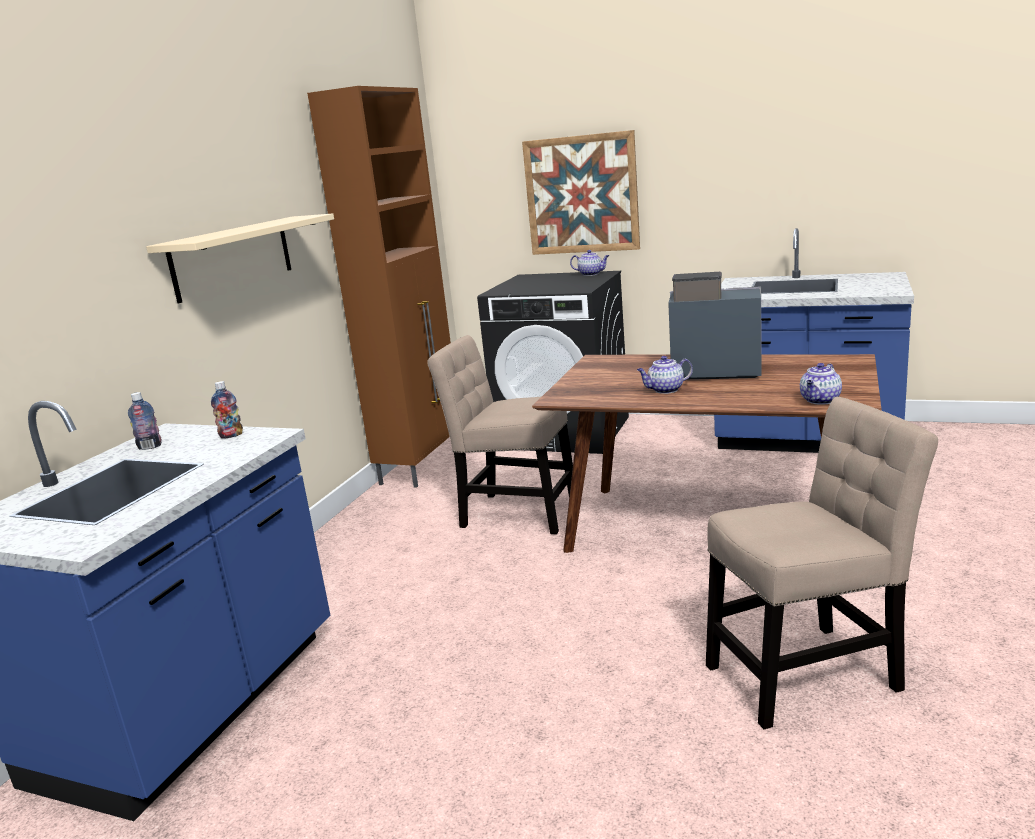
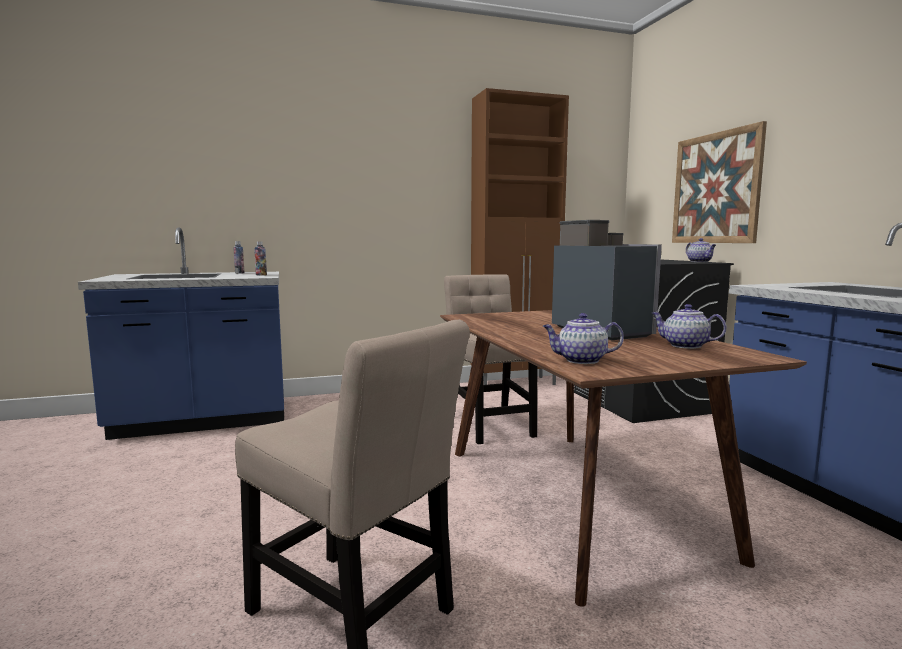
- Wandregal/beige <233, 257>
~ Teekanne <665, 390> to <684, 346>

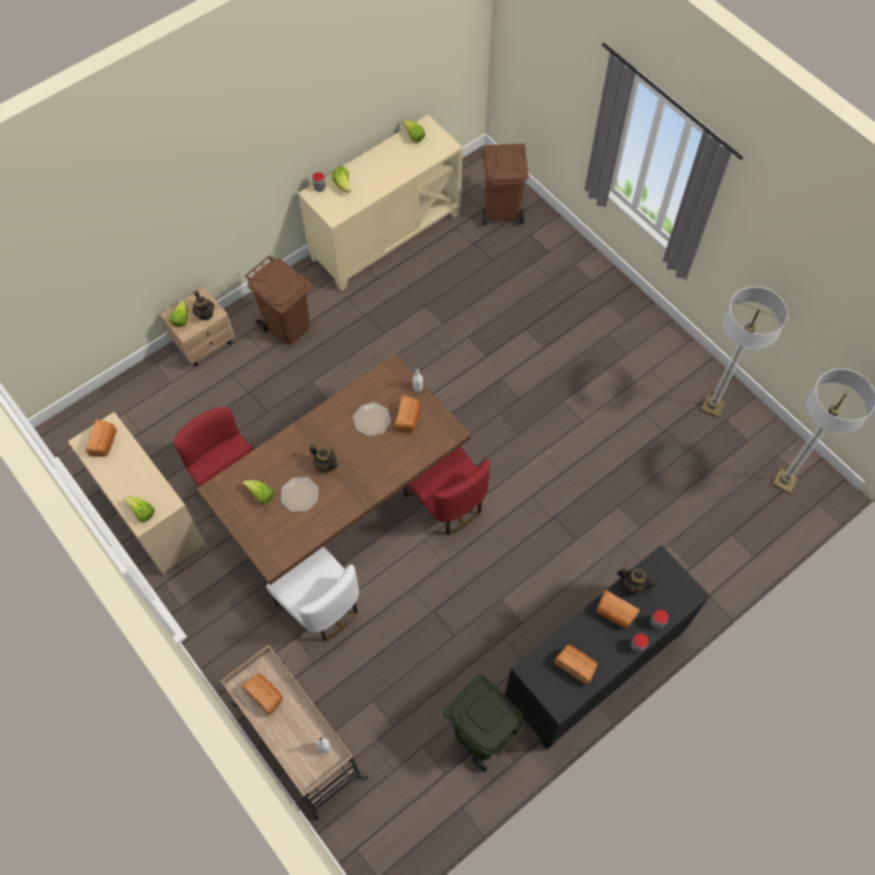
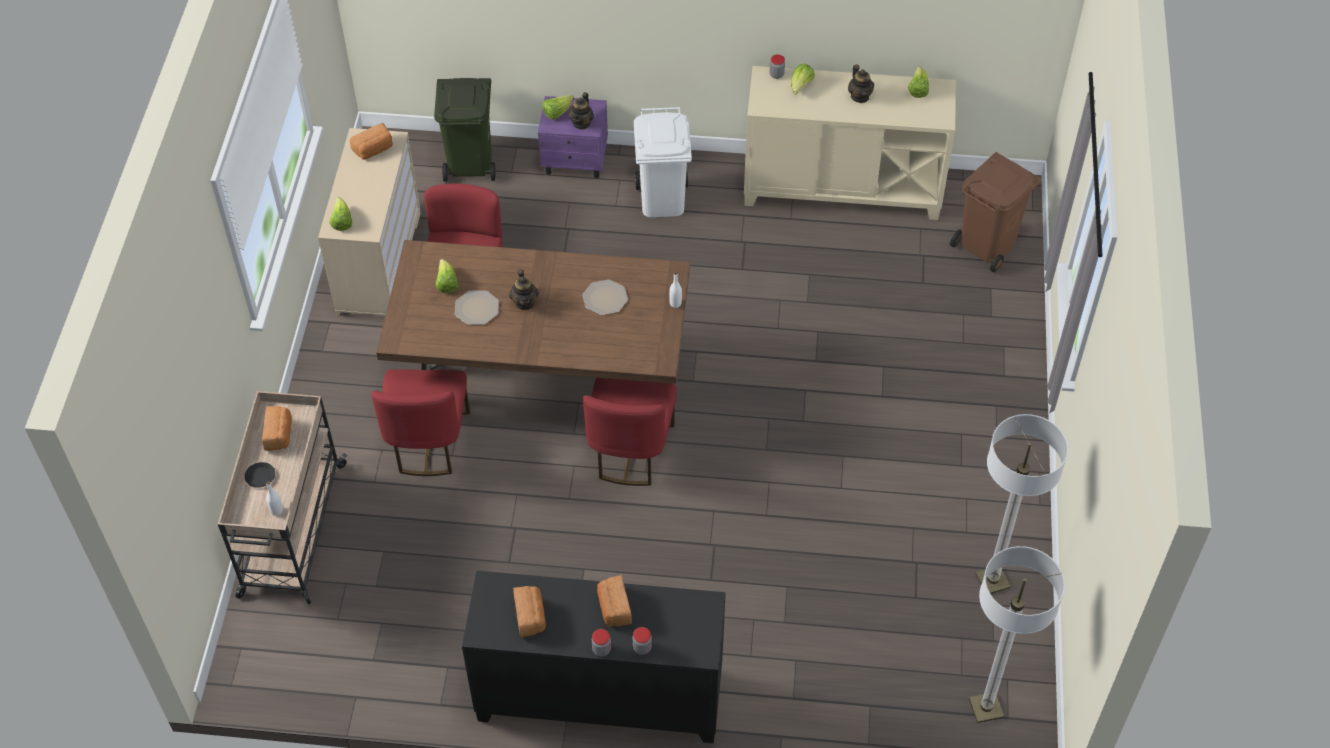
~ Nachttisch/beige <205, 343> to Nachttisch/lila <576, 161>
~ Mülleimer/braun <287, 326> to Mülleimer/weiß <661, 200>
~ Stuhl/weiß <320, 605> to Stuhl/rot <428, 442>
- Brot <408, 418>
~ Mülleimer/grün <482, 734> to <471, 164>
~ Teekanne <633, 584> to <860, 96>
+ Teller/schwarz <260, 477>

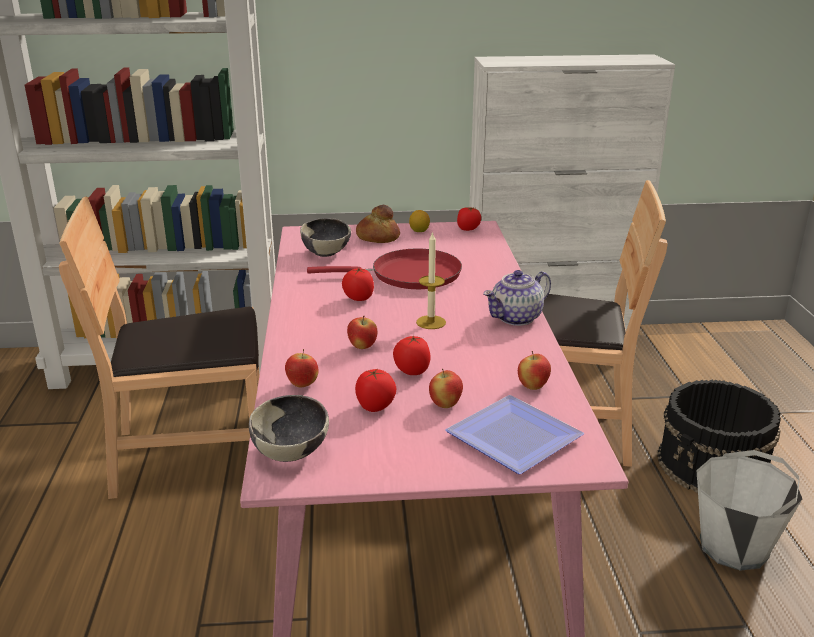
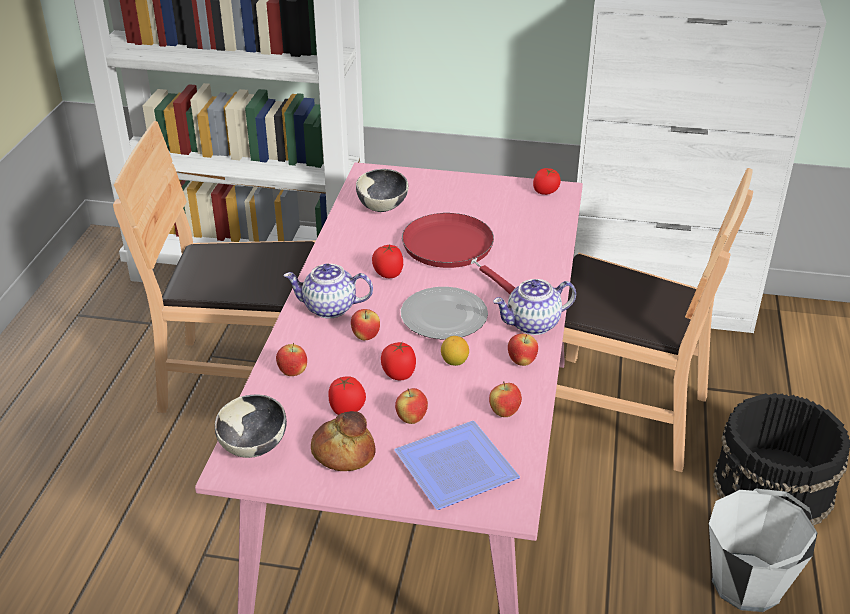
~ Pfanne/rot <409, 275> = <452, 250> 135 degrees counterclockwise
~ Brot <377, 237> to <343, 452>
~ Zitrone <419, 231> to <454, 362>
~ Kerze <431, 322> to Teller <445, 316>
+ Teekanne <329, 308>
+ Apfel <521, 362>

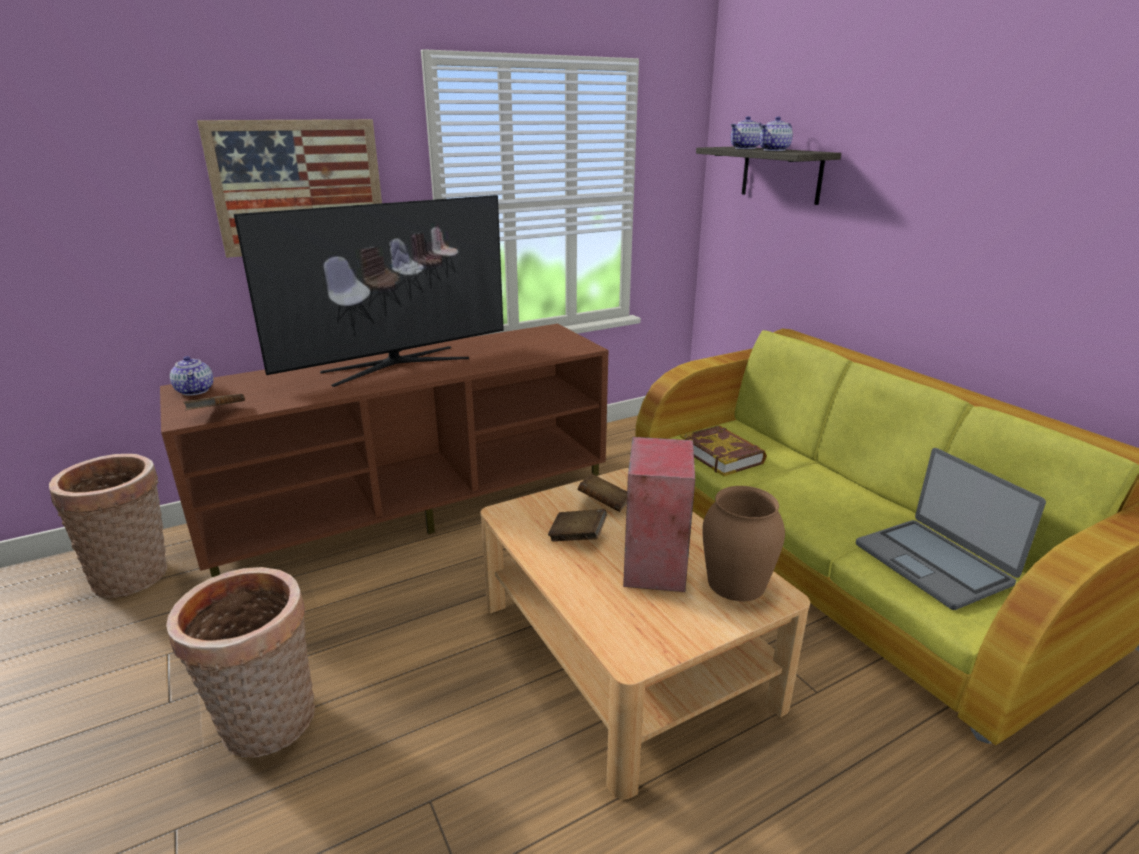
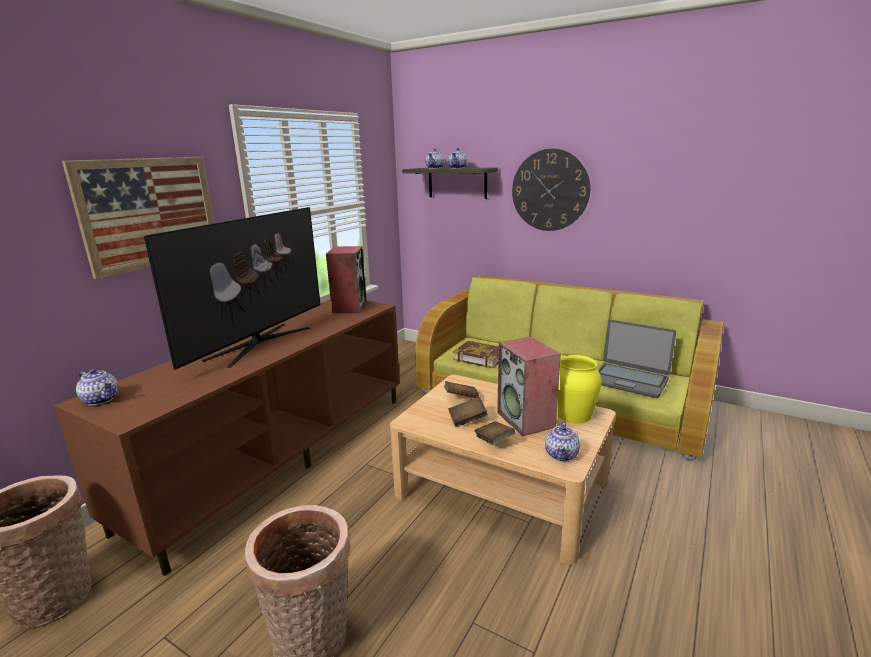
~ Buch/braun <217, 413> to <494, 441>
~ Vase/braun <735, 583> to Vase/gelb <573, 414>
+ Lautsprecher <349, 307>
+ Wanduhr <550, 190>
+ Teekanne <561, 454>

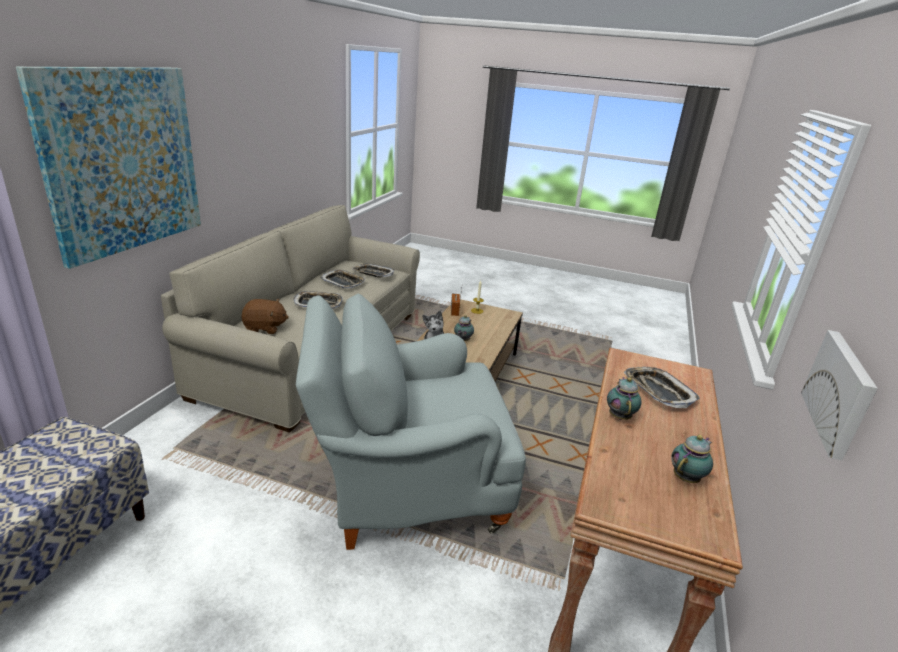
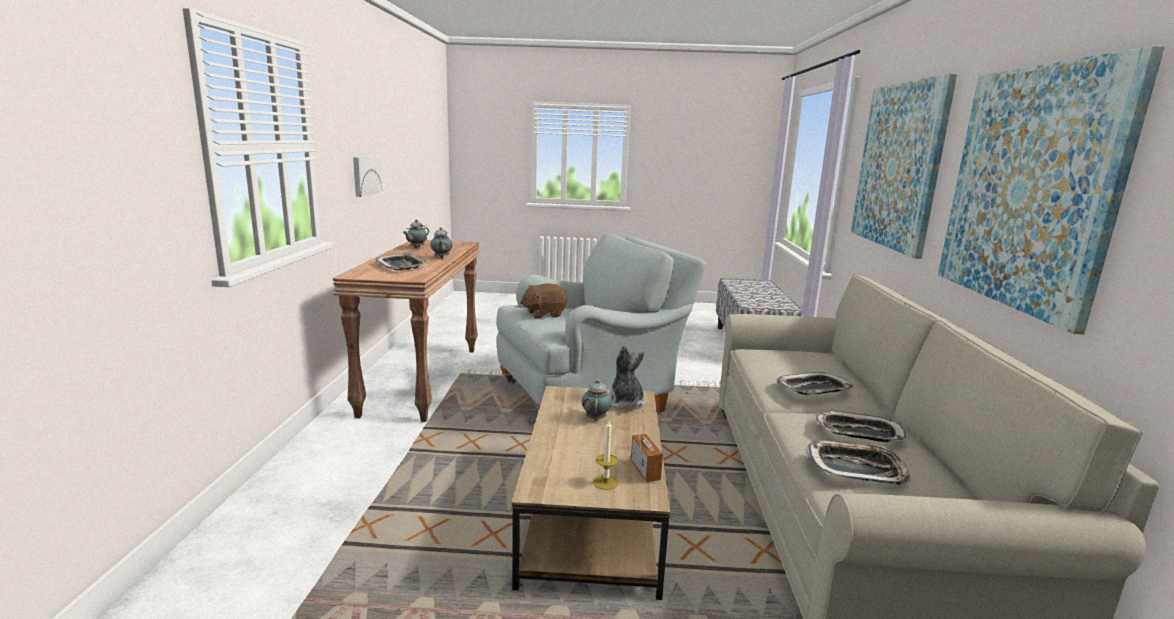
~ Plüschtier/braun <265, 328> to <544, 314>
+ Bild <1029, 188>

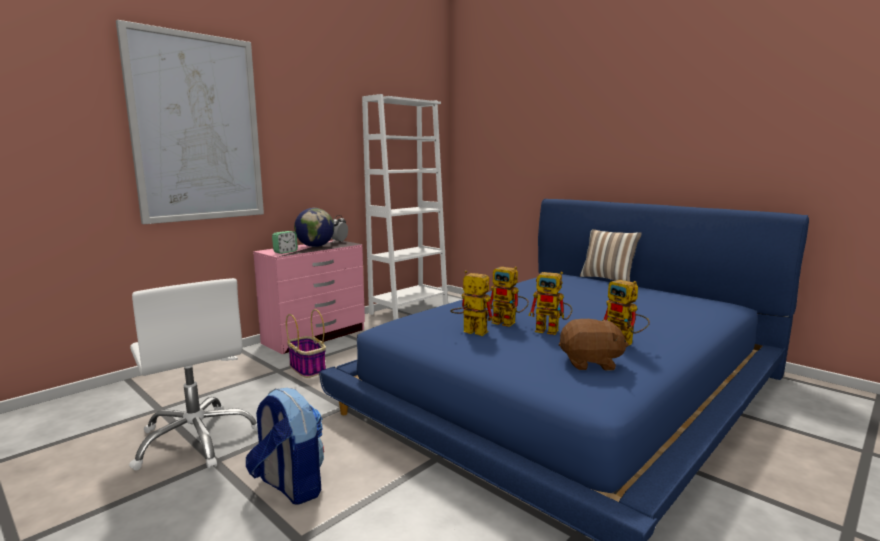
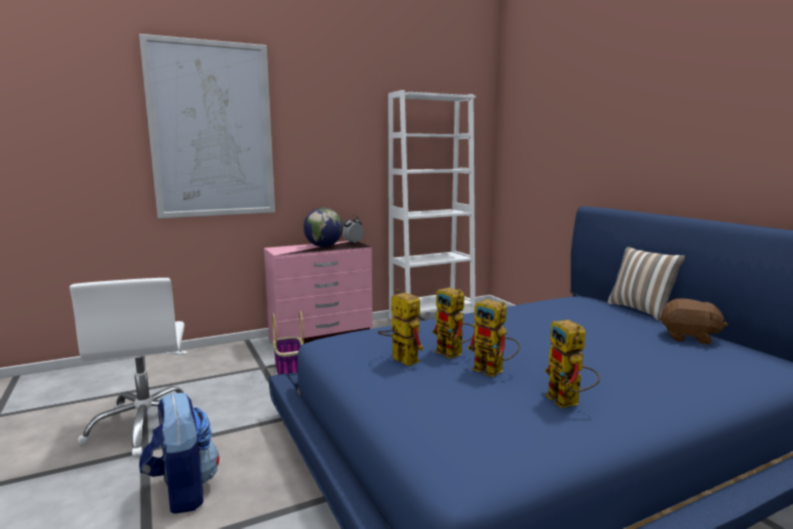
- Wecker <285, 252>
~ Plüschtier/braun <590, 363> to <689, 337>

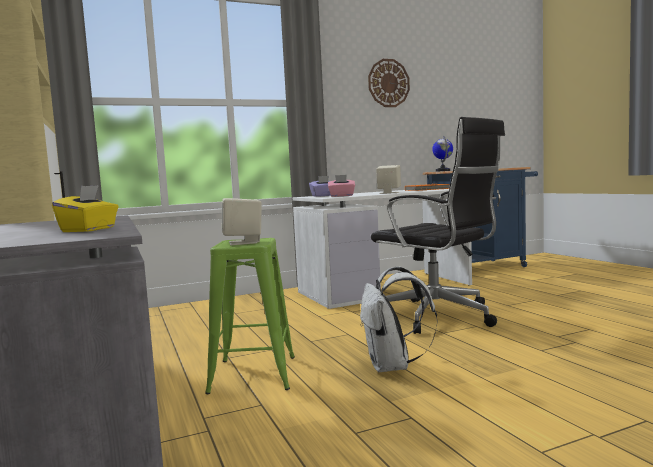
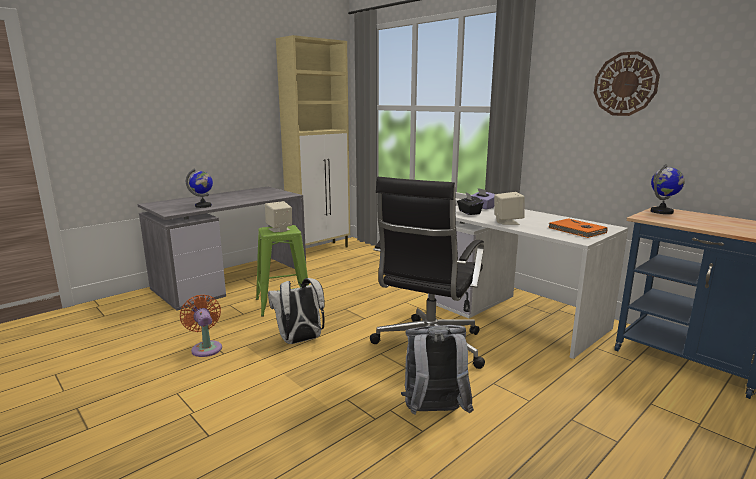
~ Taschentuchbox/gelb <89, 230> to Globus <203, 206>
~ Taschentuchbox/rosa <342, 196> to Taschentuchbox/schwarz <469, 212>
+ Ventilator/orange <206, 347>
+ Rucksack/grau <434, 413>

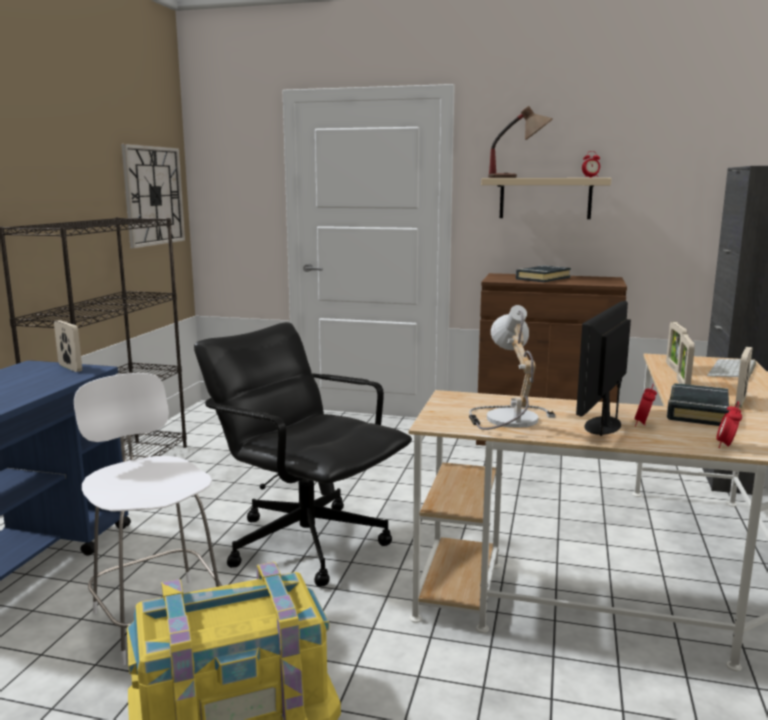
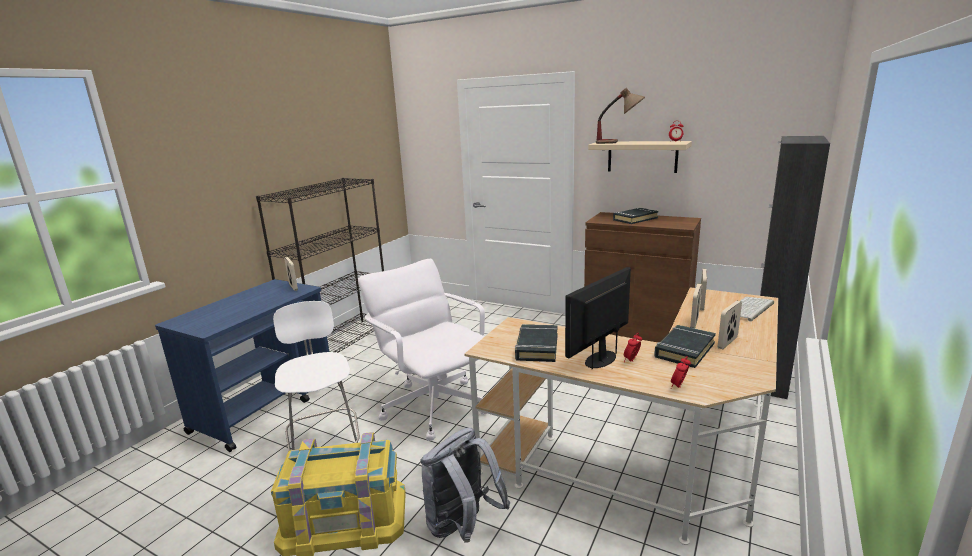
- Wanduhr <153, 196>
~ Bürostuhl/schwarz <306, 542> to Bürostuhl/weiß <434, 406>
~ Tischlampe <506, 418> to Buch/schwarz <537, 347>
+ Rucksack/grau <462, 526>

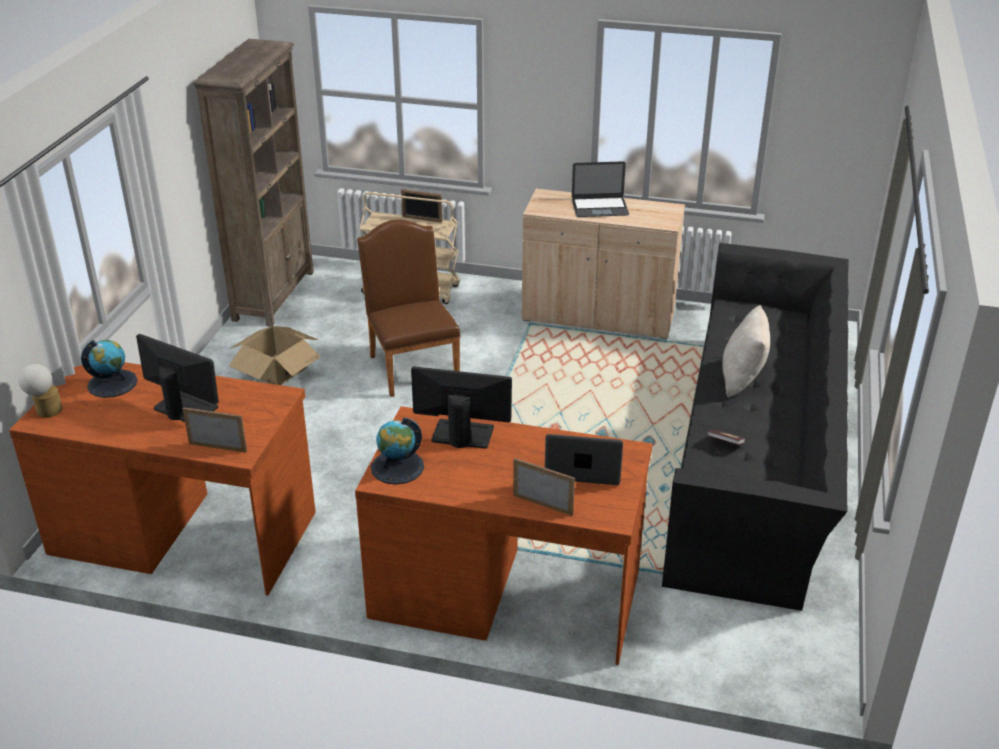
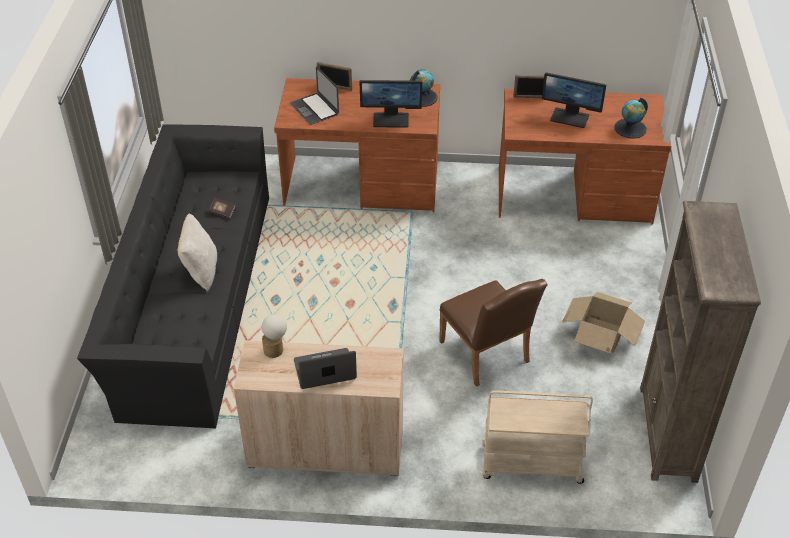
~ Tischlampe <45, 411> to <276, 349>
- Bilderrahmen <422, 219>
~ Laptop <583, 466> = <314, 109> 60 degrees clockwise

